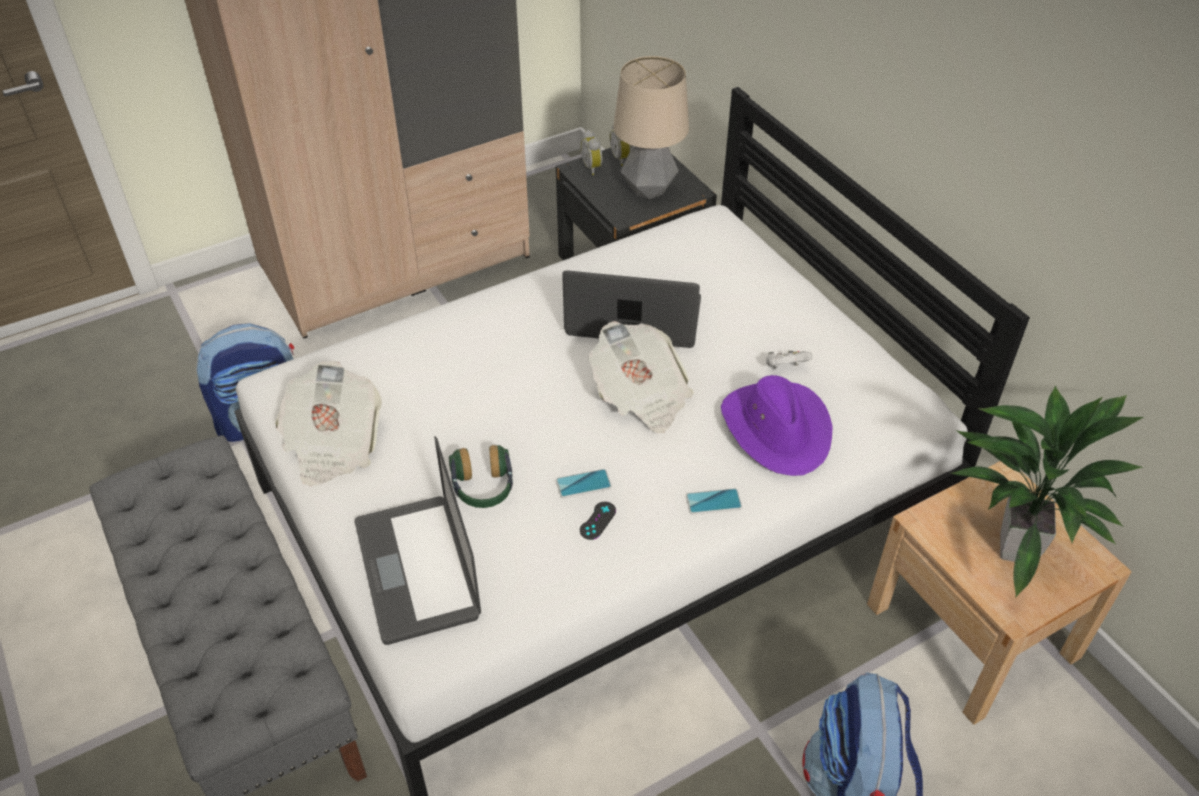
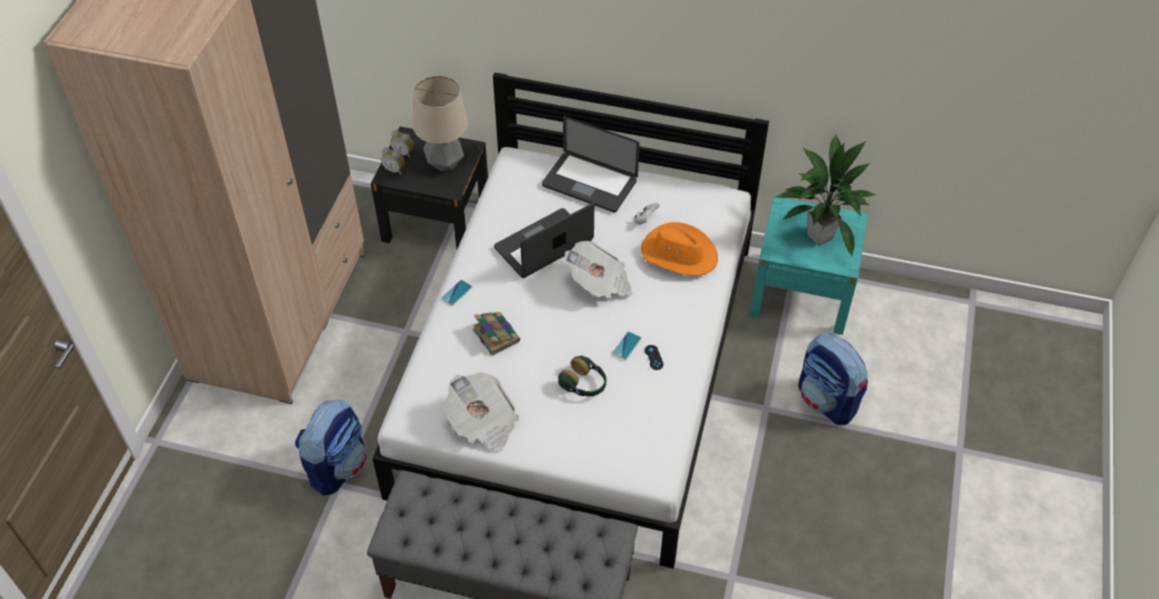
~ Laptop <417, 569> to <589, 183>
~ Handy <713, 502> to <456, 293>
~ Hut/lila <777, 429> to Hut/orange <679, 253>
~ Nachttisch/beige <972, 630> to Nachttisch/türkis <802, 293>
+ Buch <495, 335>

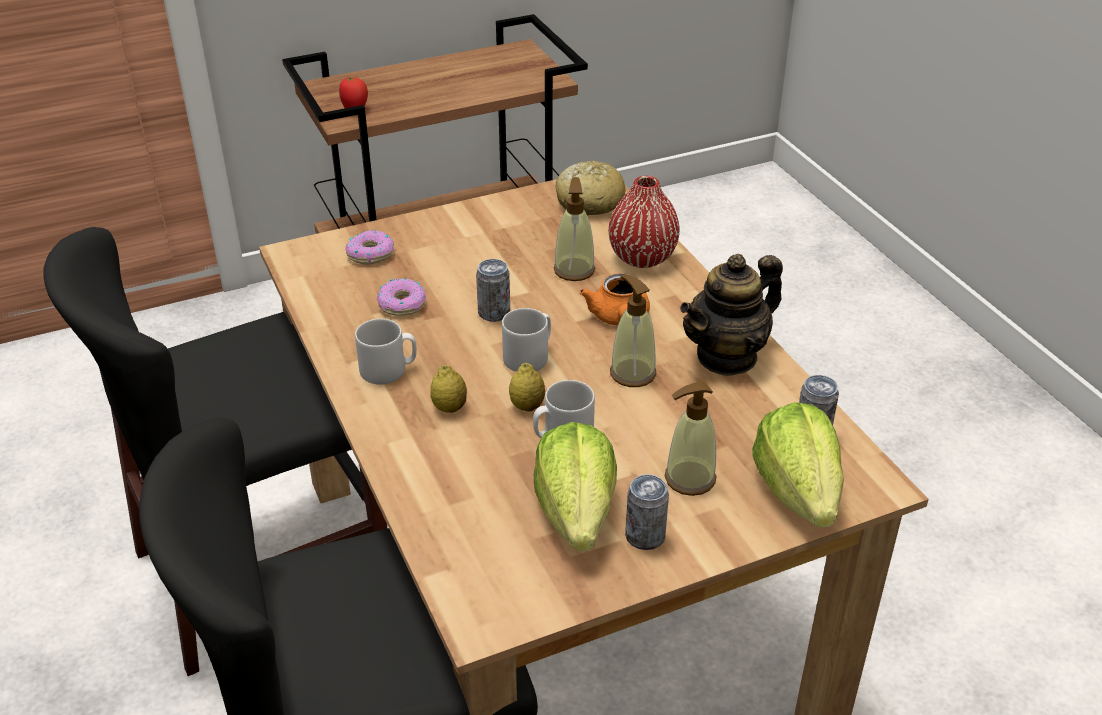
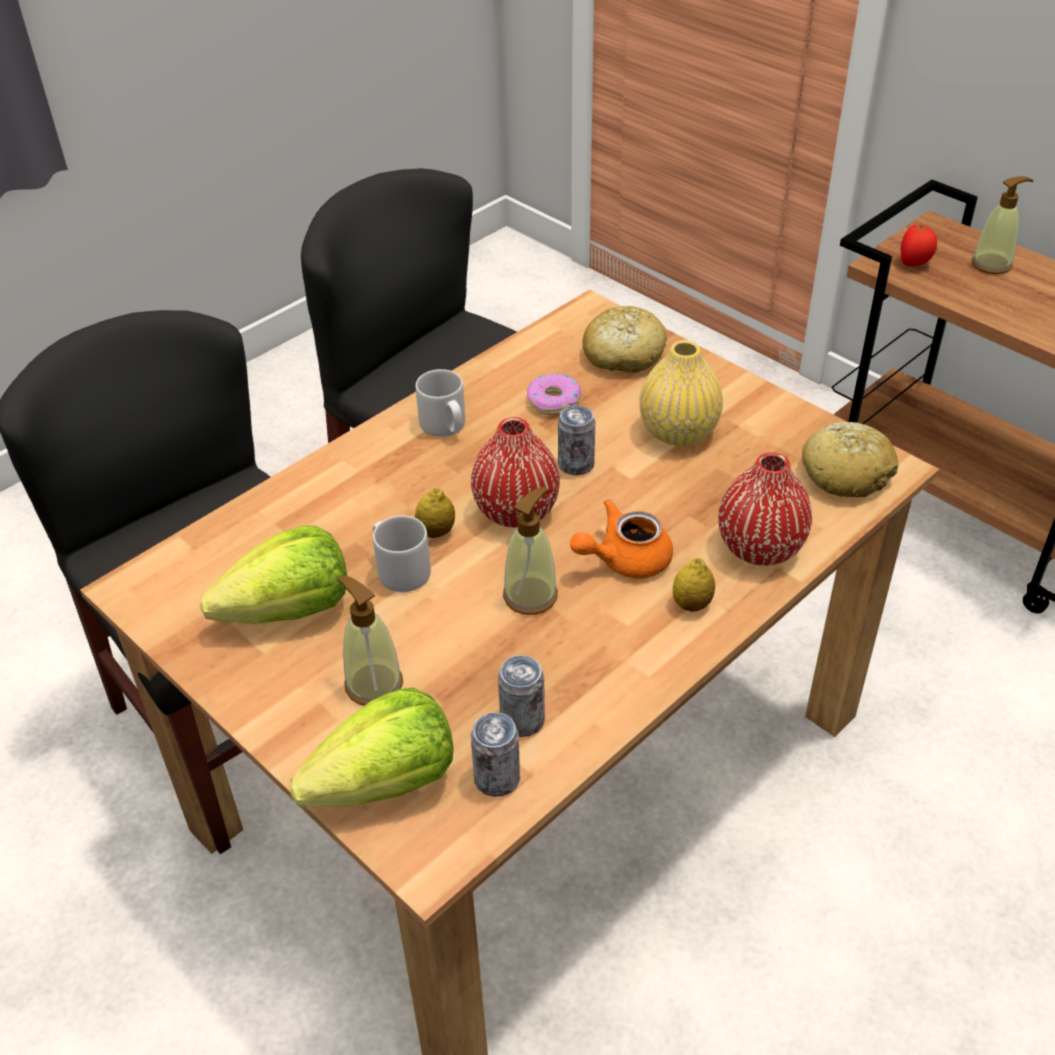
~ Donut <370, 254> to Brot <623, 355>
~ Zitrone <449, 407> to <692, 604>
~ Henkelbecher/grau <529, 357> to Vase/rot <516, 511>
~ Seifenspender <574, 270> to <991, 264>
~ Dose <645, 537> to <522, 720>
- Teekanne <727, 356>
+ Vase/gelb <678, 432>

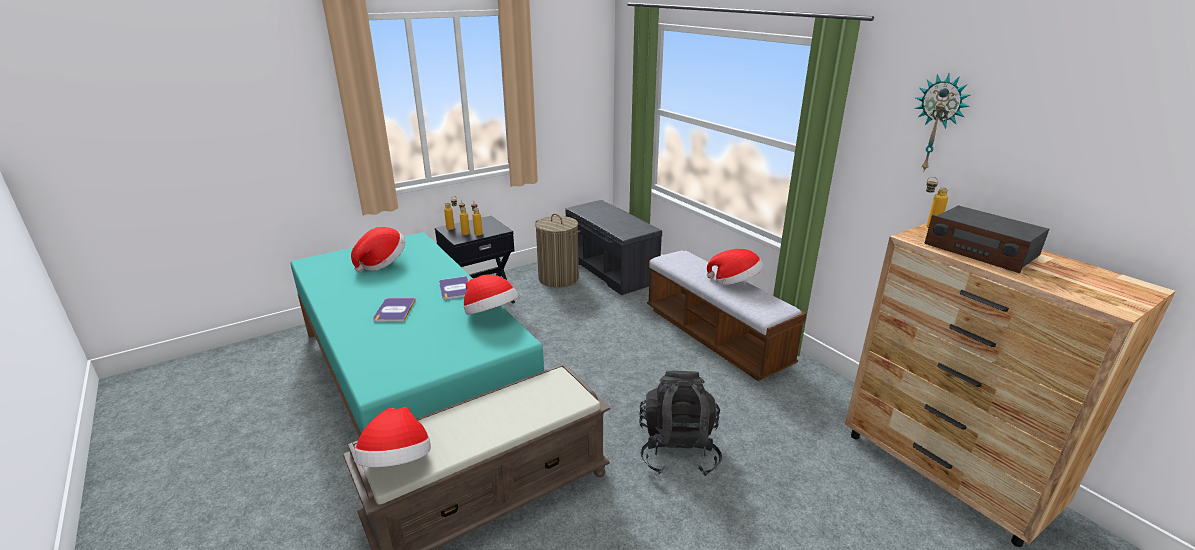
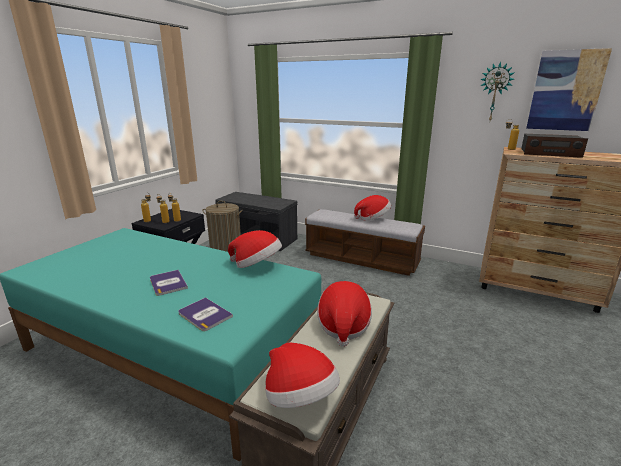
~ Hut <382, 263> to <343, 325>
~ Buch <455, 288> to <204, 315>
- Rucksack/schwarz <678, 450>
+ Bild <565, 91>

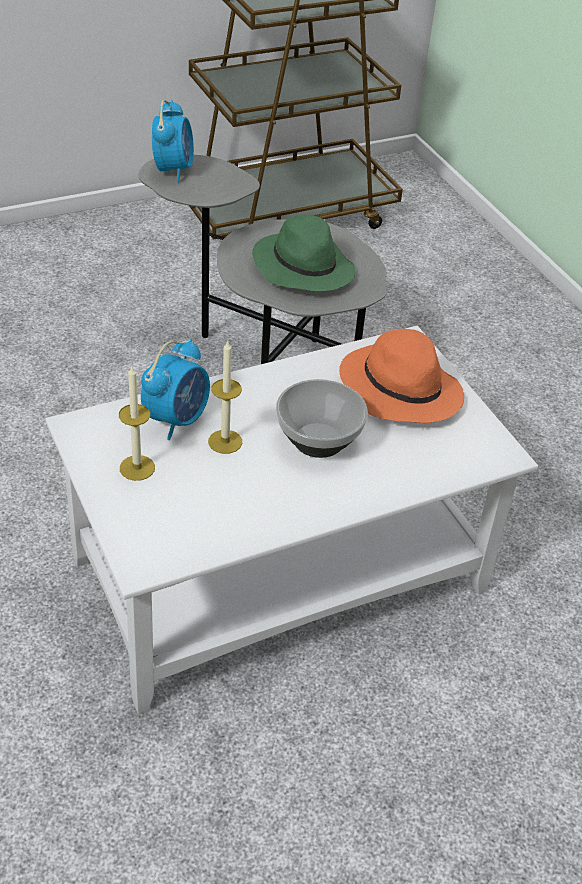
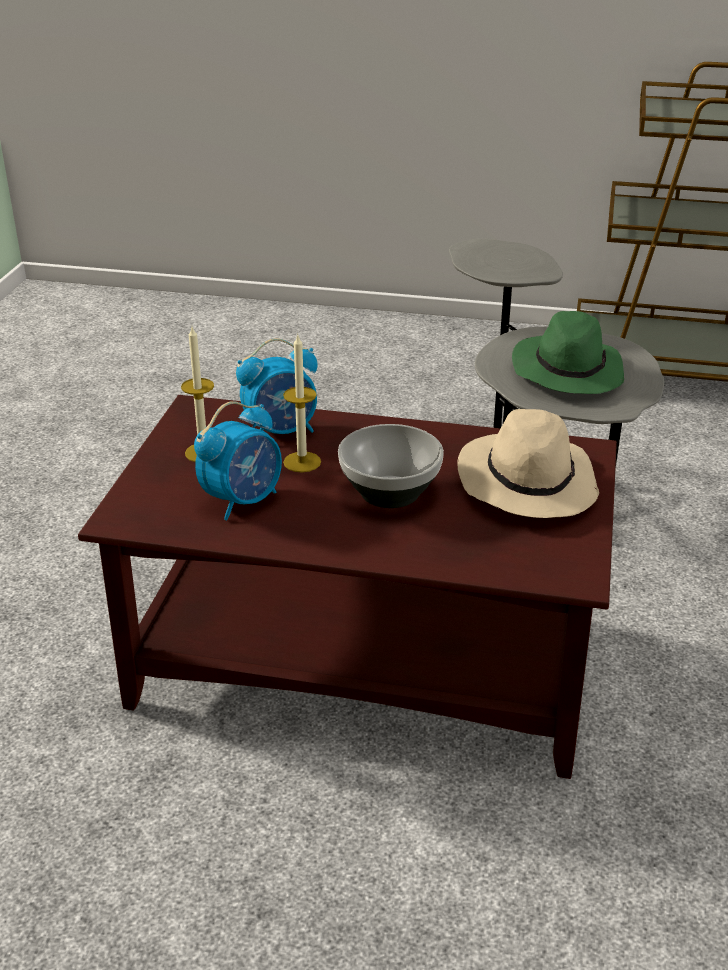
~ Couchtisch/weiß <282, 573> to Couchtisch/braun <368, 661>
~ Wecker <173, 170> to <243, 500>
~ Hut/orange <398, 389> to Hut/beige <526, 482>

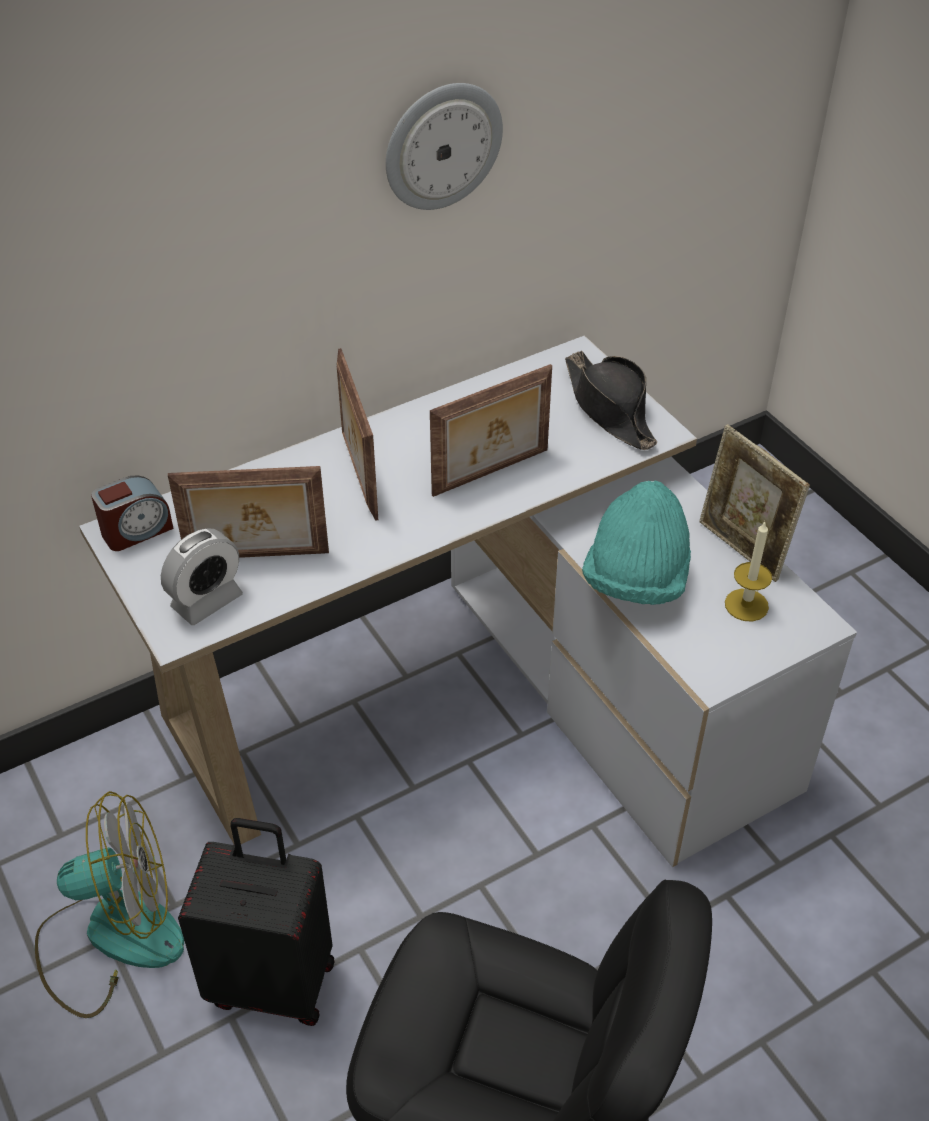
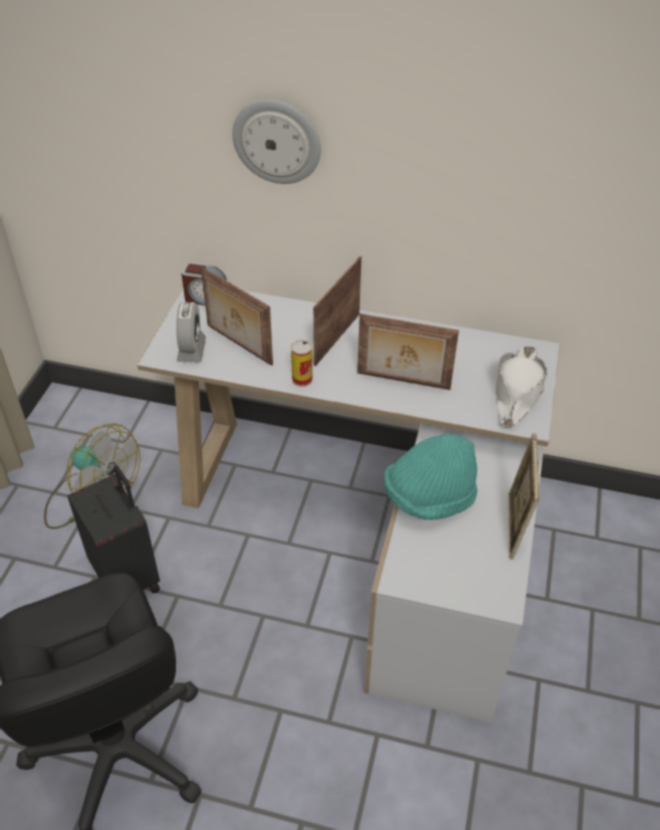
~ Wecker <207, 601> = <191, 350> 90 degrees counterclockwise
~ Wanduhr <442, 145> to <277, 141>
~ Hut/schwarz <610, 409> to Hut/weiß <517, 391>
- Kerze <746, 605>
+ Dose <302, 379>

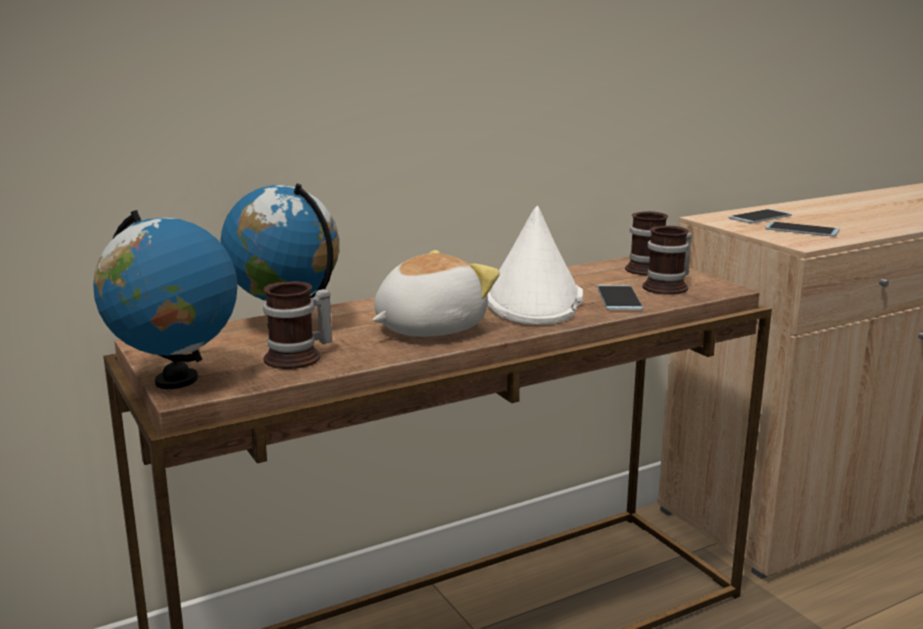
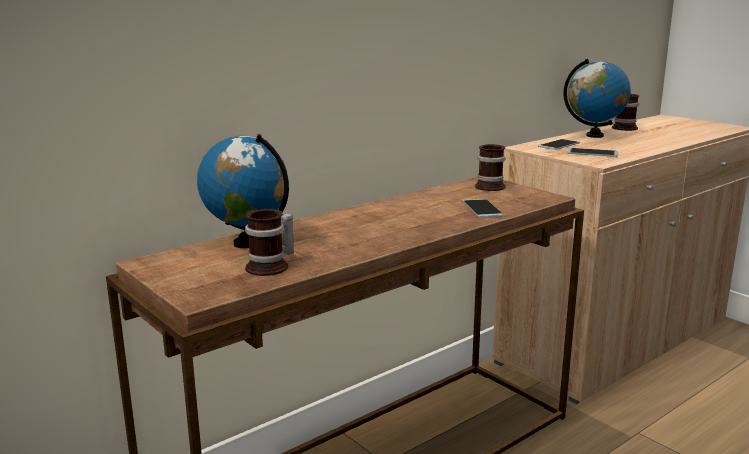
~ Globus <176, 381> to <594, 135>
- Plüschtier <428, 328>
- Hut/weiß <533, 298>
~ Henkelbecher <669, 287> to <626, 128>

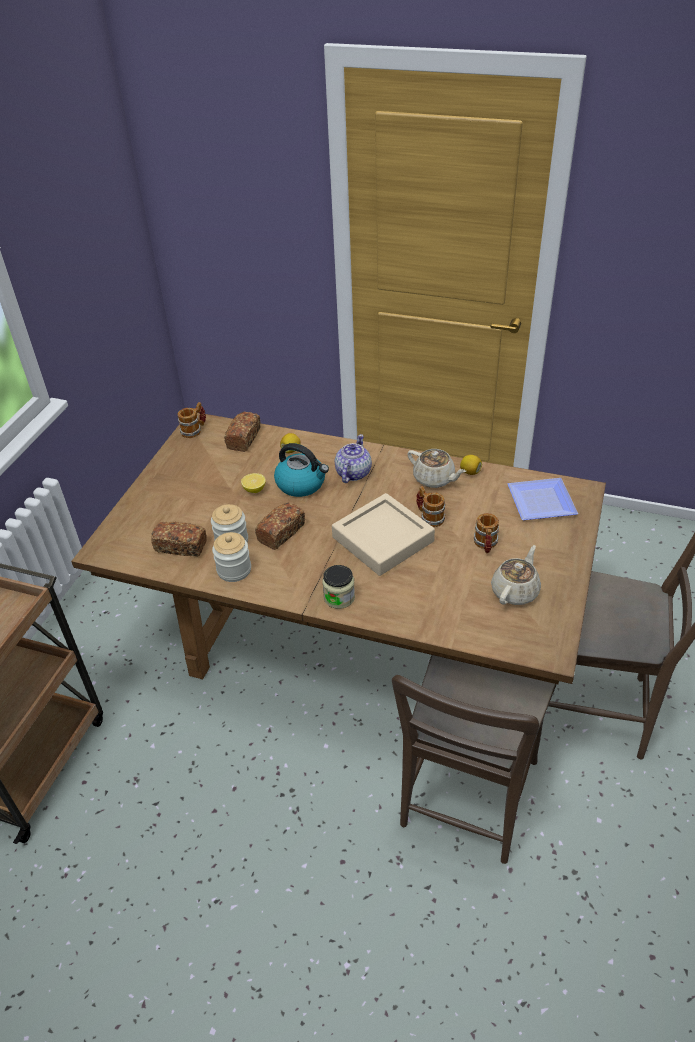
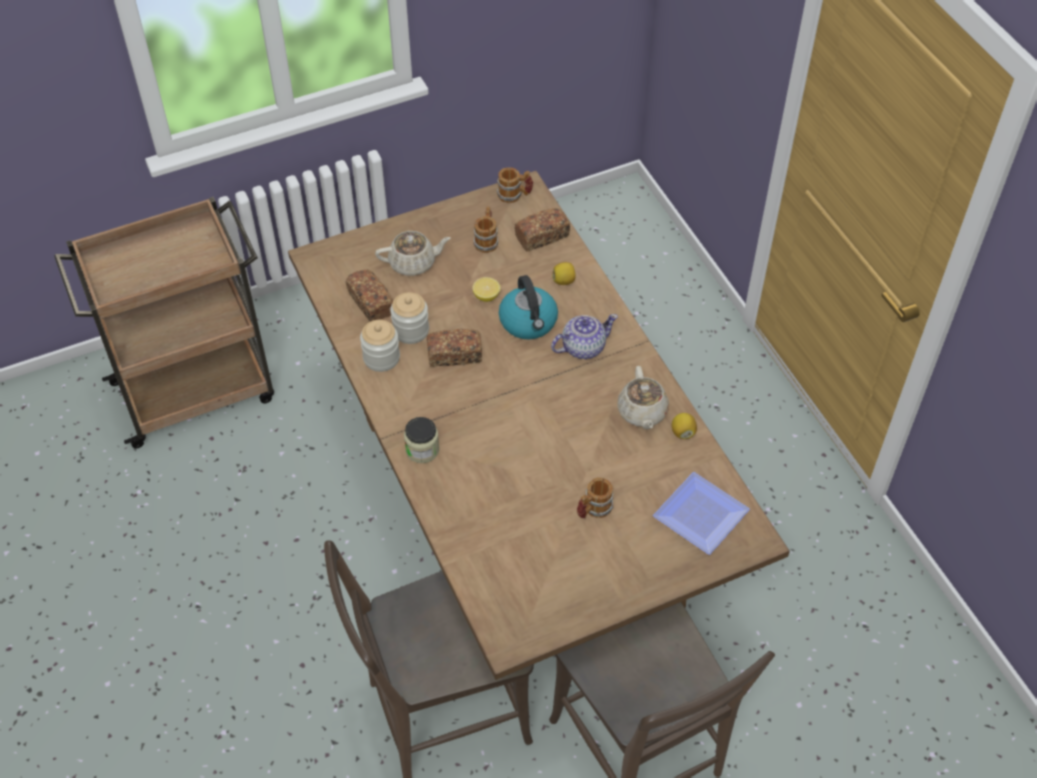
- Tablett/beige <383, 539>
~ Henkelbecher <429, 517> to <486, 240>
~ Teekanne/beige <515, 591> to <413, 263>

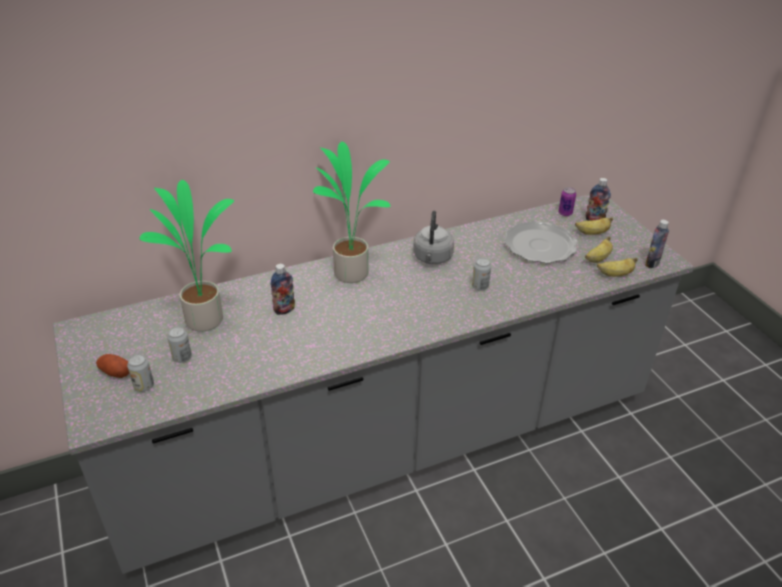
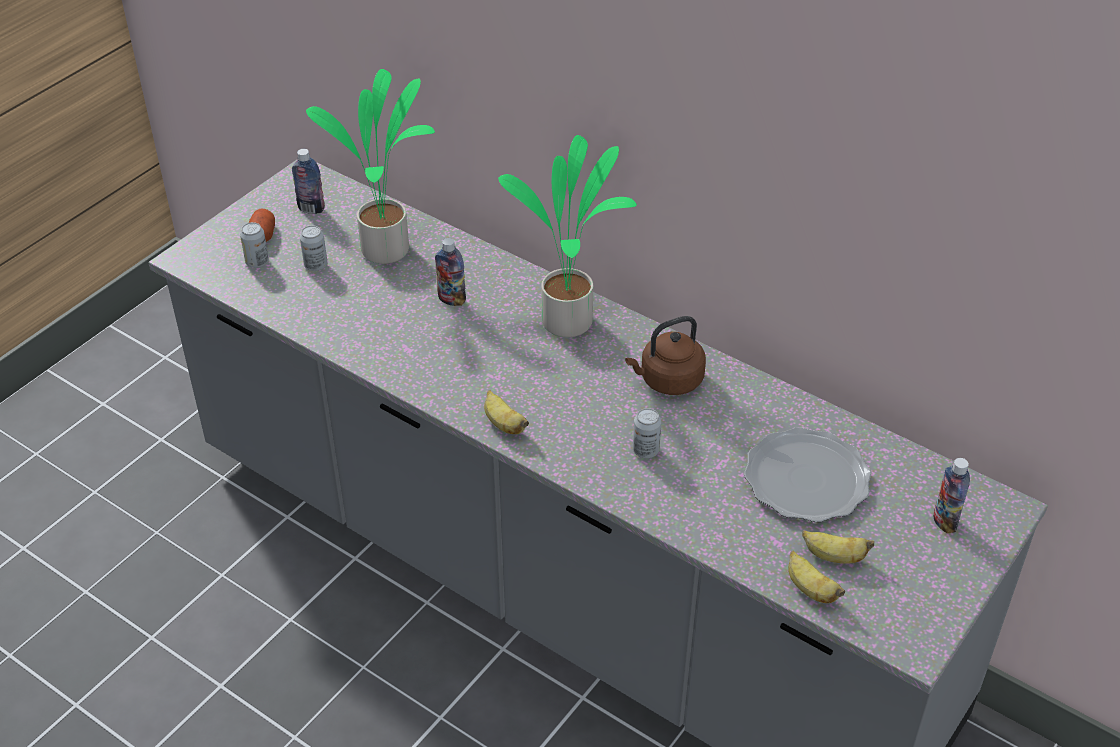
~ Wasserkessel/grau <432, 258> to Wasserkessel/braun <668, 381>
- Dose <565, 213>
~ Banane <592, 233> to <503, 424>
~ Flasche <652, 263> to <311, 208>

